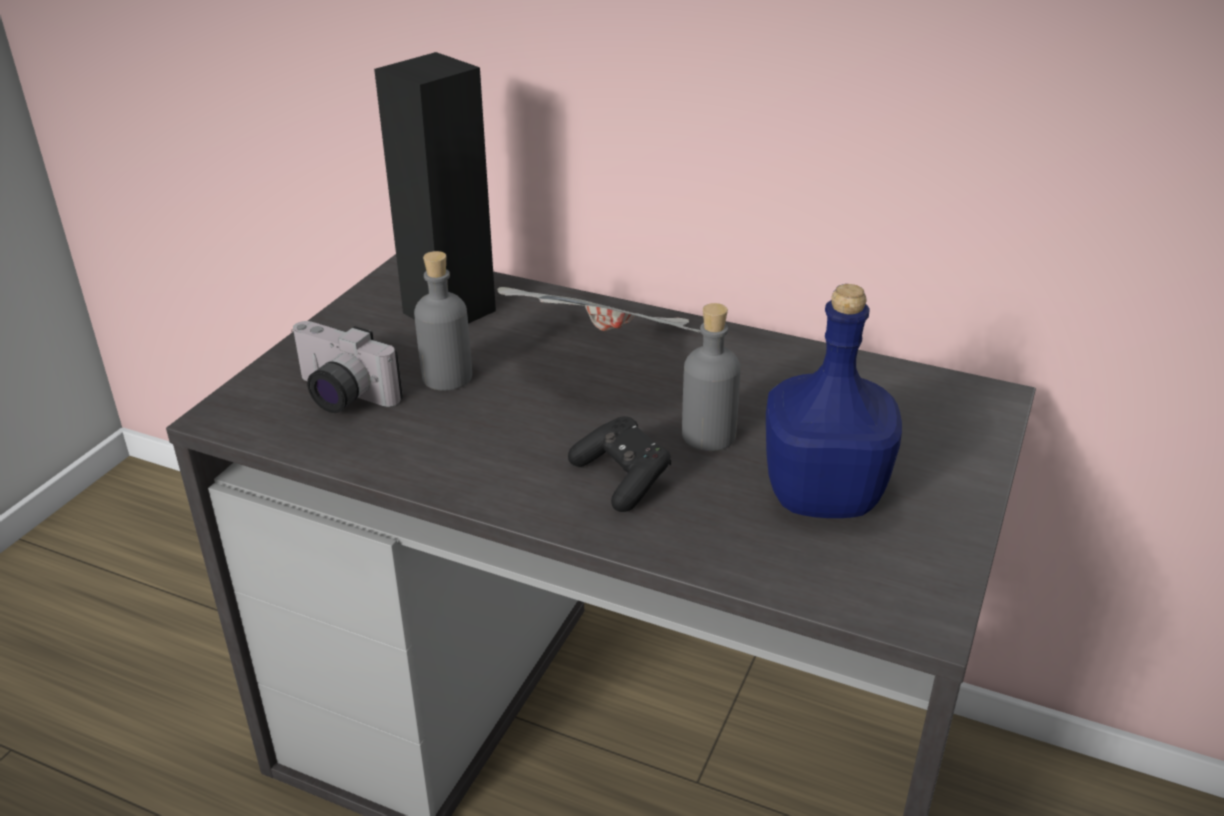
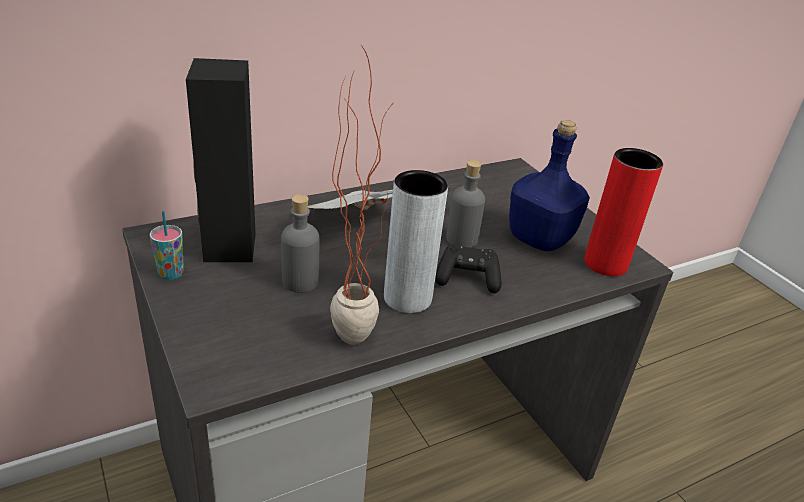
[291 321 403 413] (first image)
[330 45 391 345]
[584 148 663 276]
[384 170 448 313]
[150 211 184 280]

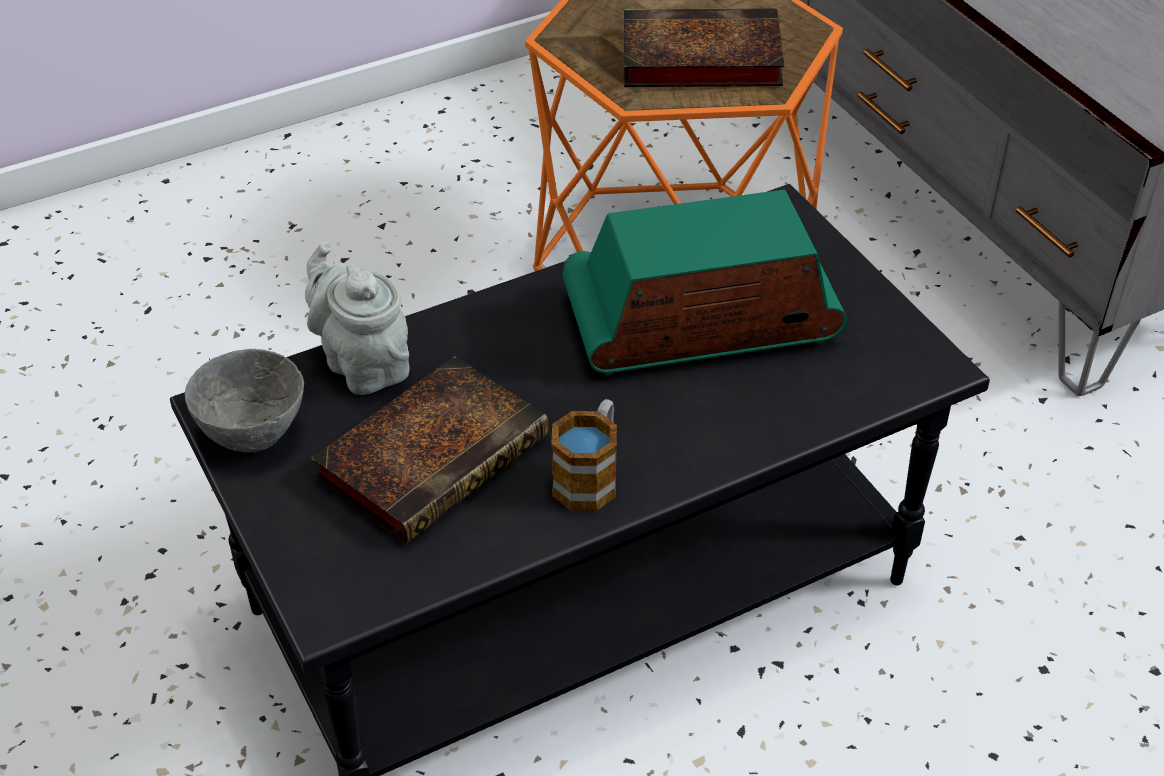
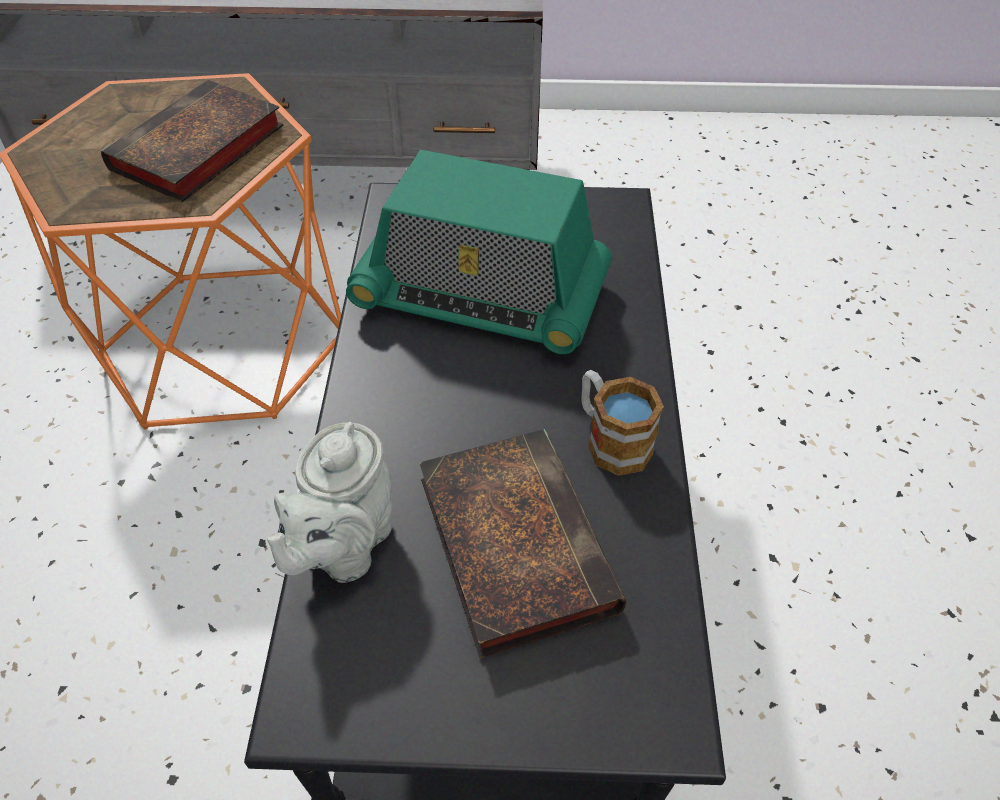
[346 150 612 354]
[267 422 392 583]
[184 349 304 453] (first image)

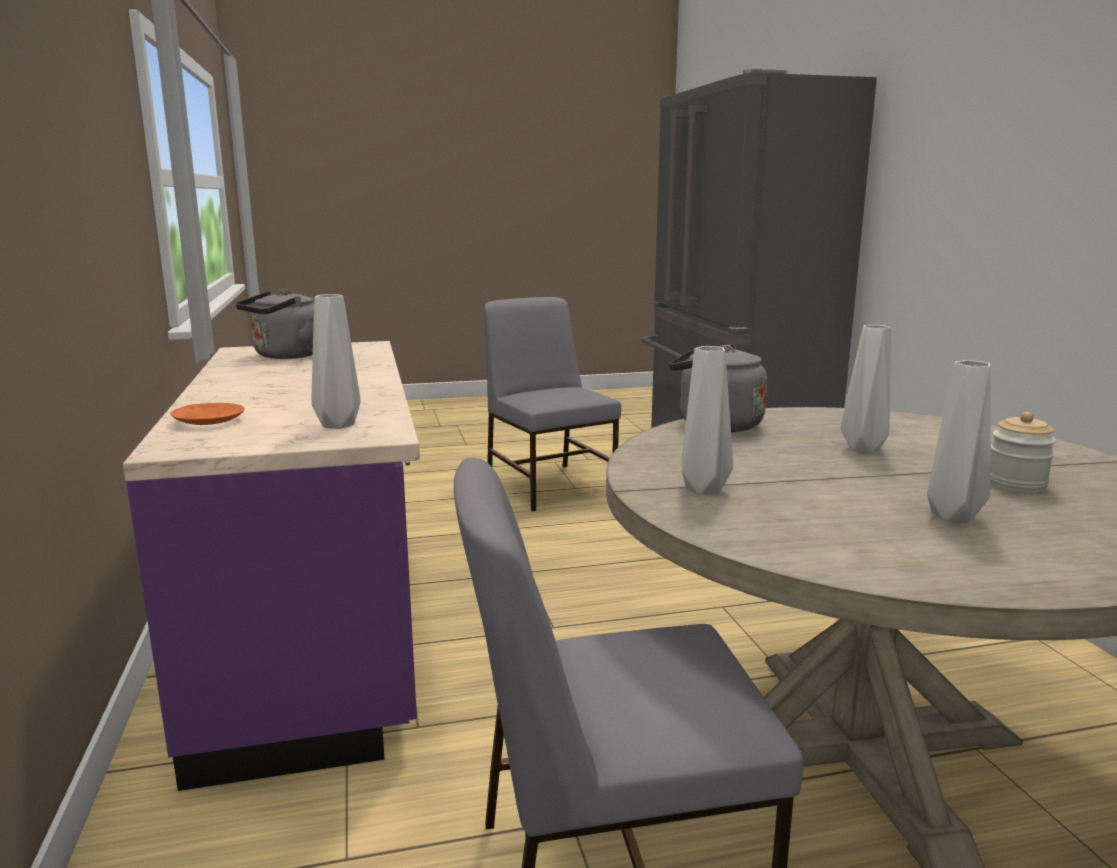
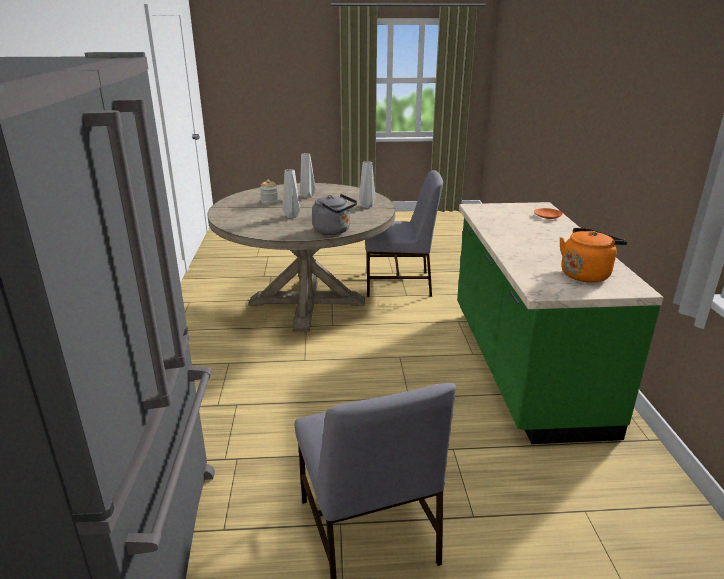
[560 228 628 283]
[312 294 361 429] (first image)
[457 202 664 444]

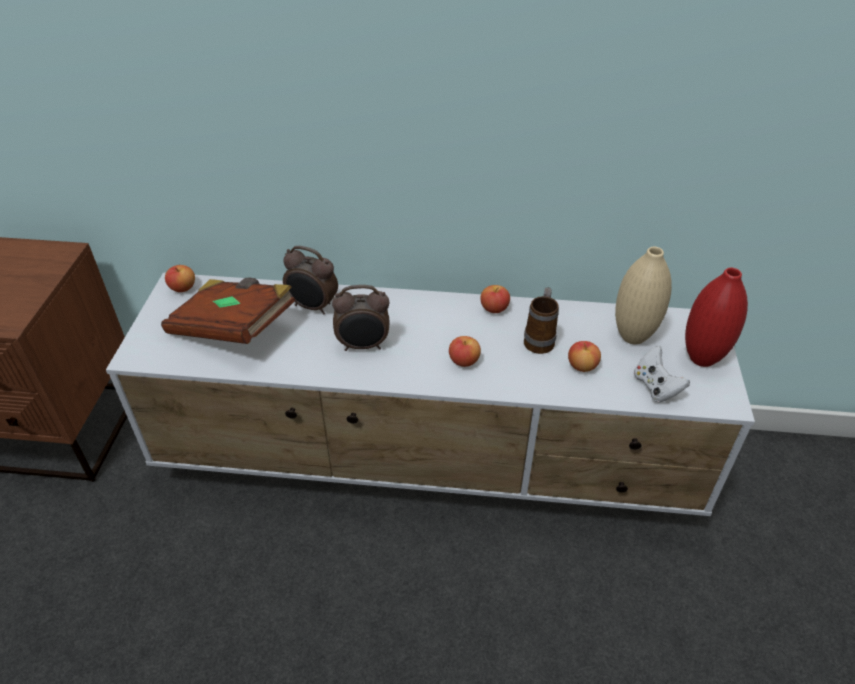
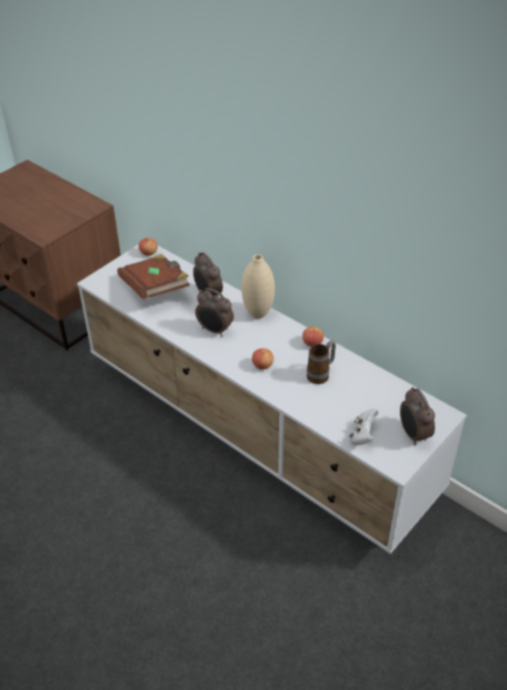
[242 254 275 319]
[400 387 435 445]
[568 341 601 372] (first image)

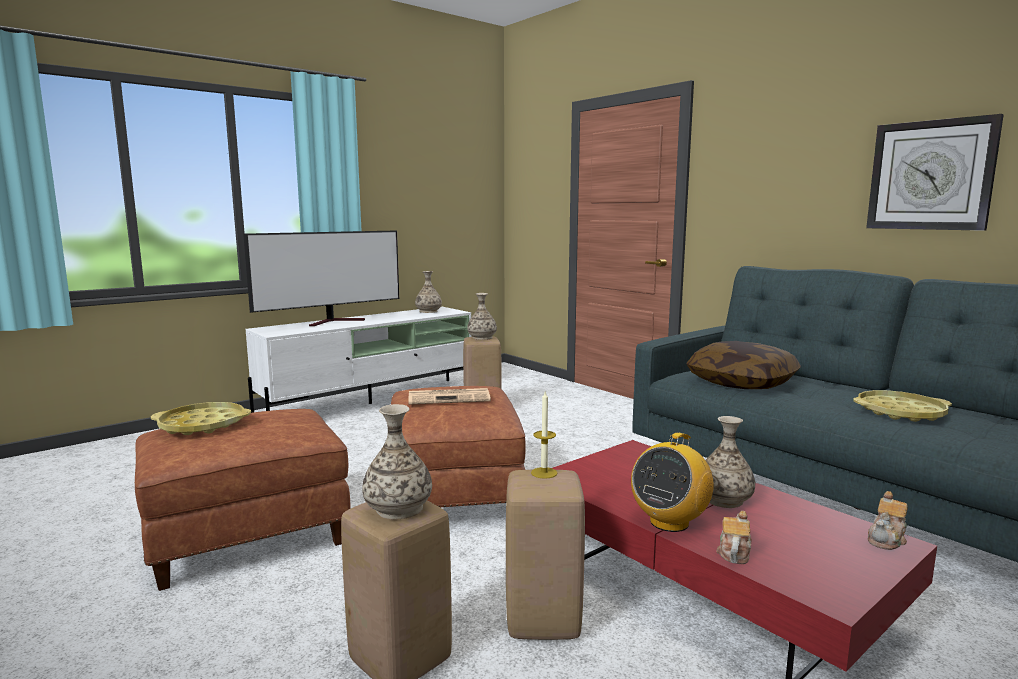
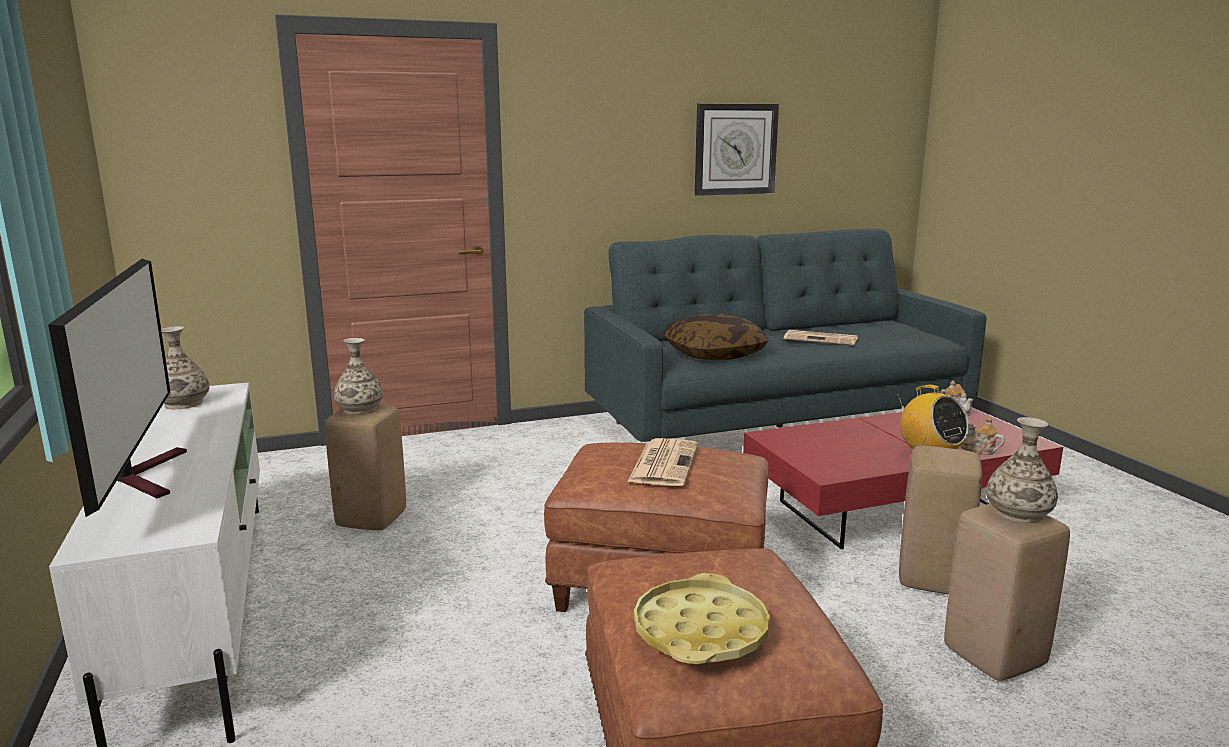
[784 330 858 346]
[531 392 557 479] (first image)
[706 416 755 508] (first image)

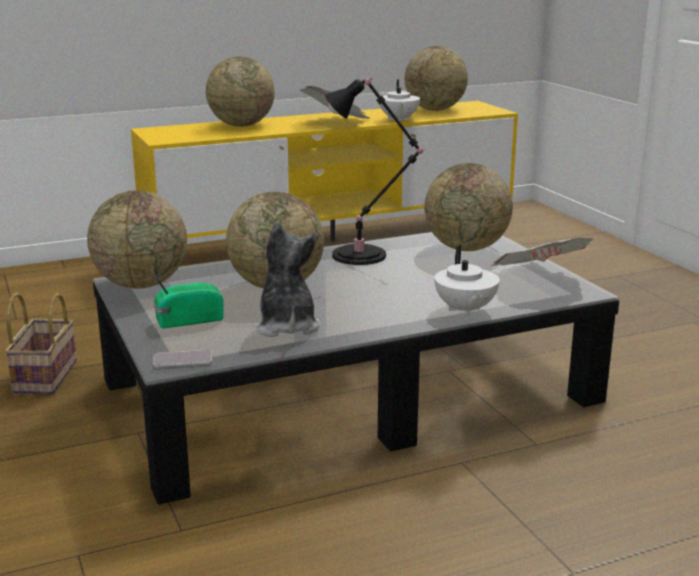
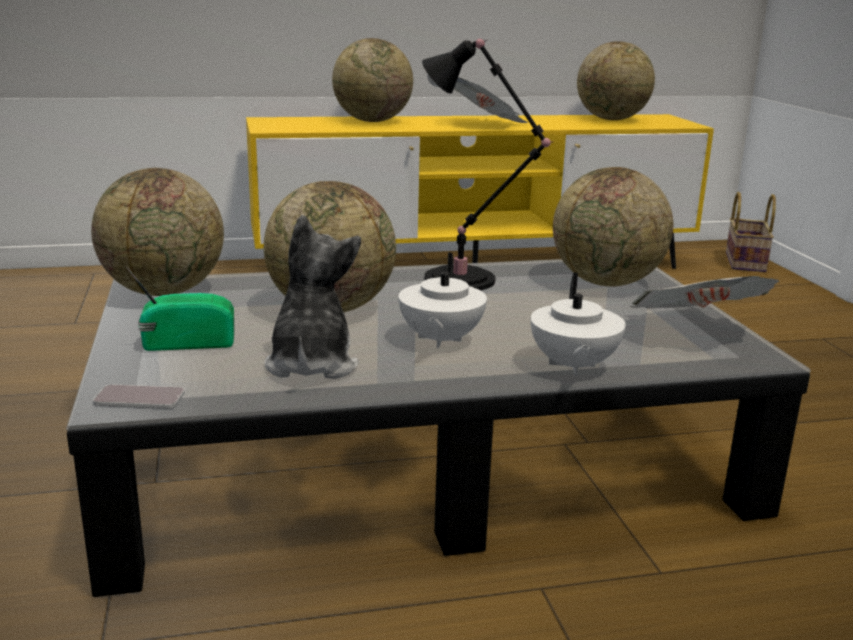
[398 253 487 349]
[726 192 776 272]

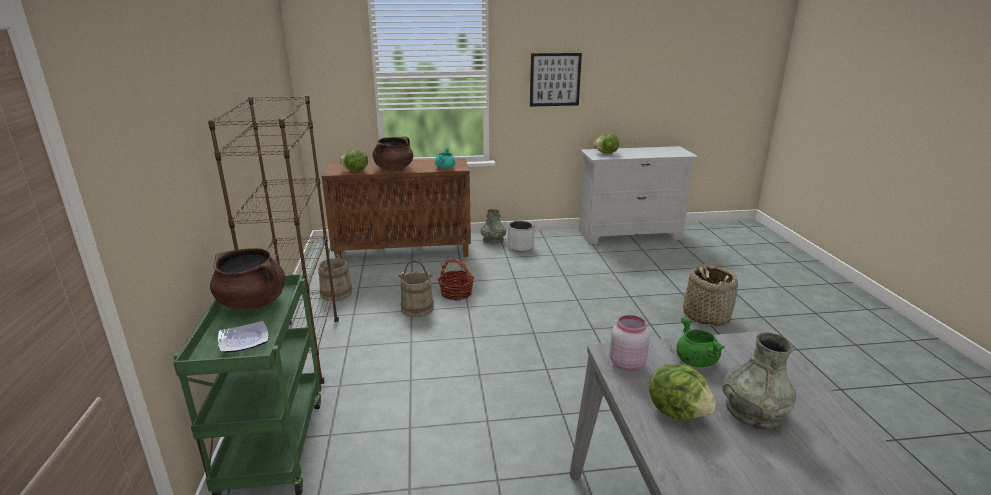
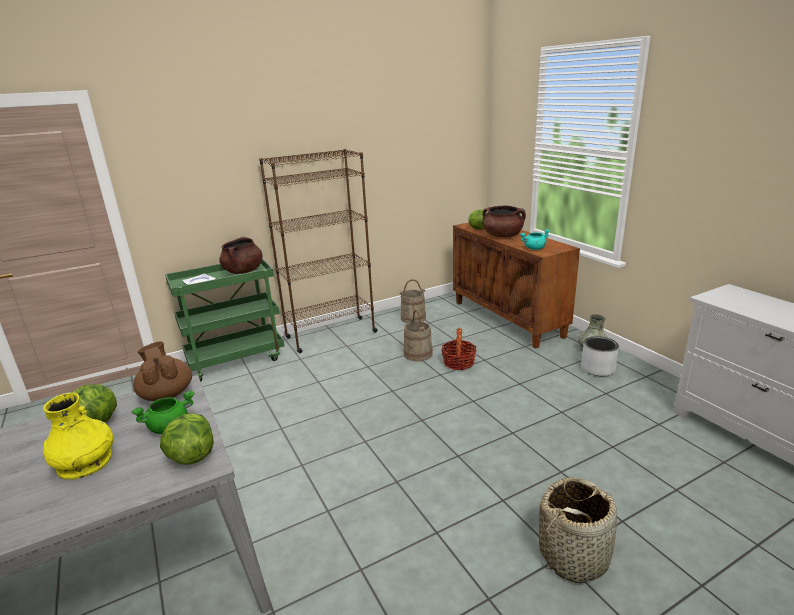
[530 53 582 107] (first image)
[160 413 214 465]
[133 341 192 401]
[43 393 114 479]

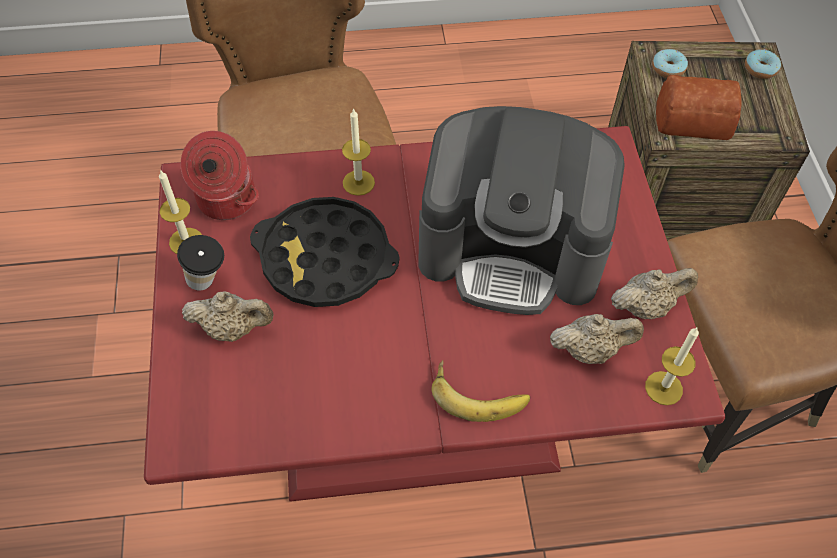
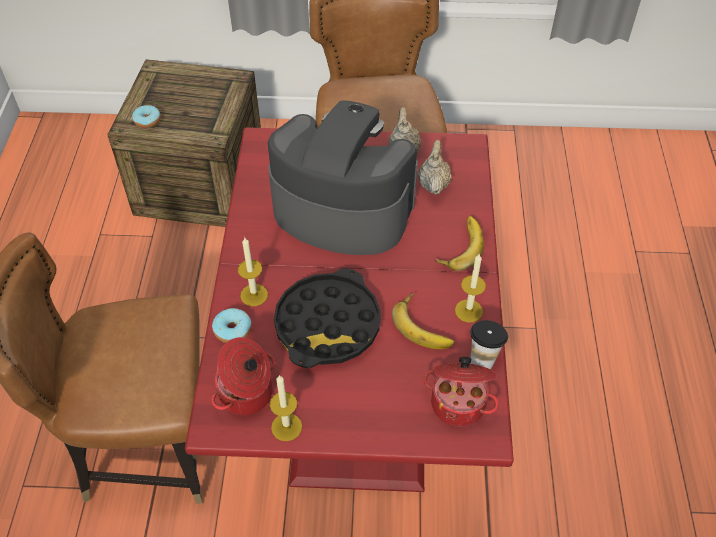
[212 308 251 343]
[656 75 742 140] (first image)
[268 101 418 255]
[470 320 508 369]
[182 291 274 342] (first image)
[455 254 486 323]
[392 293 455 349]
[424 357 499 427]

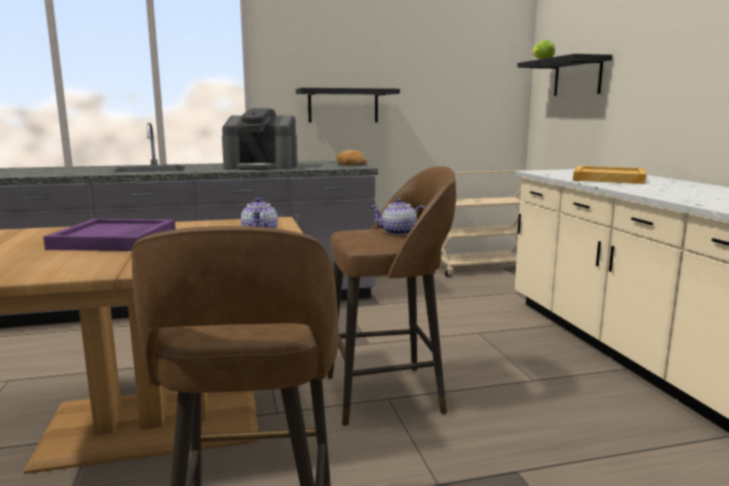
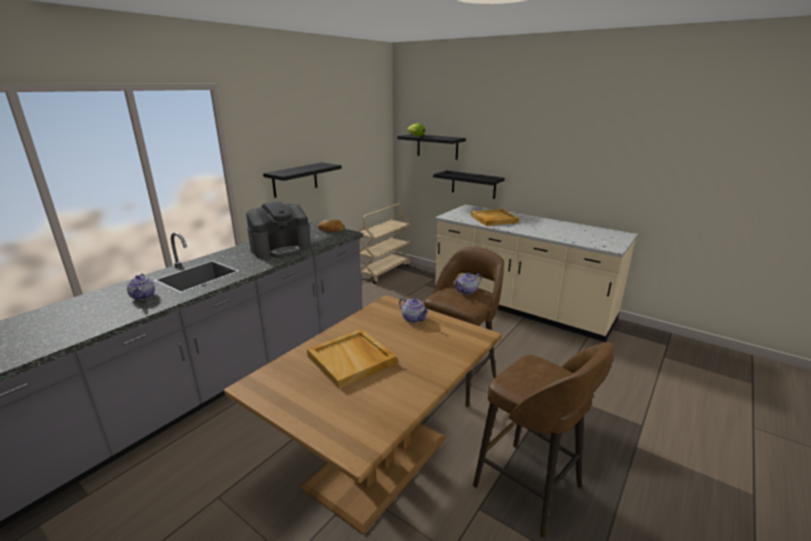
[307 329 397 389]
[433 170 505 199]
[127 274 155 300]

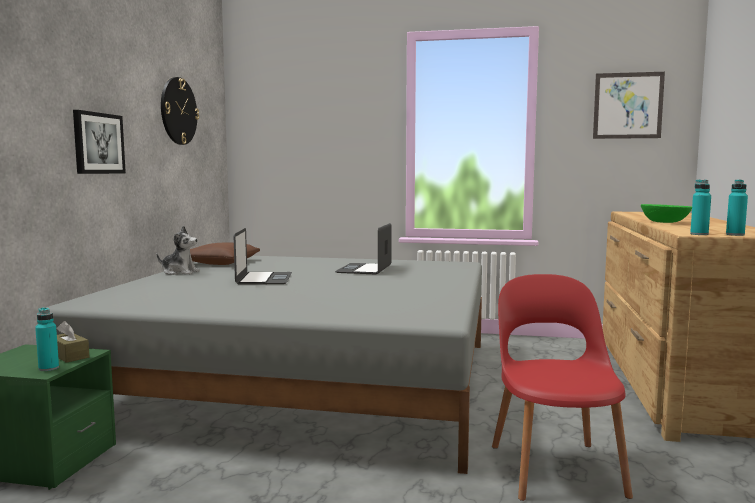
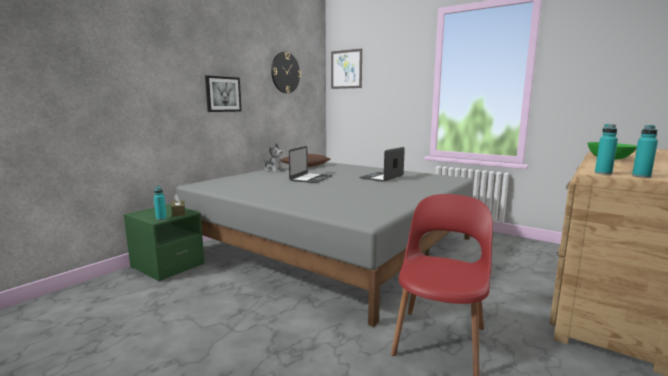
[331 49 362 89]

